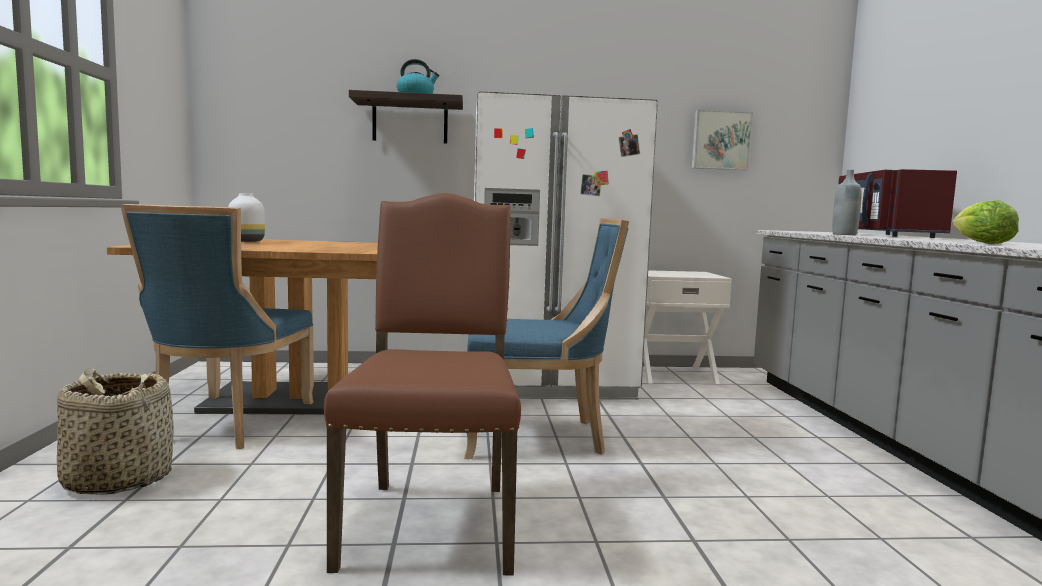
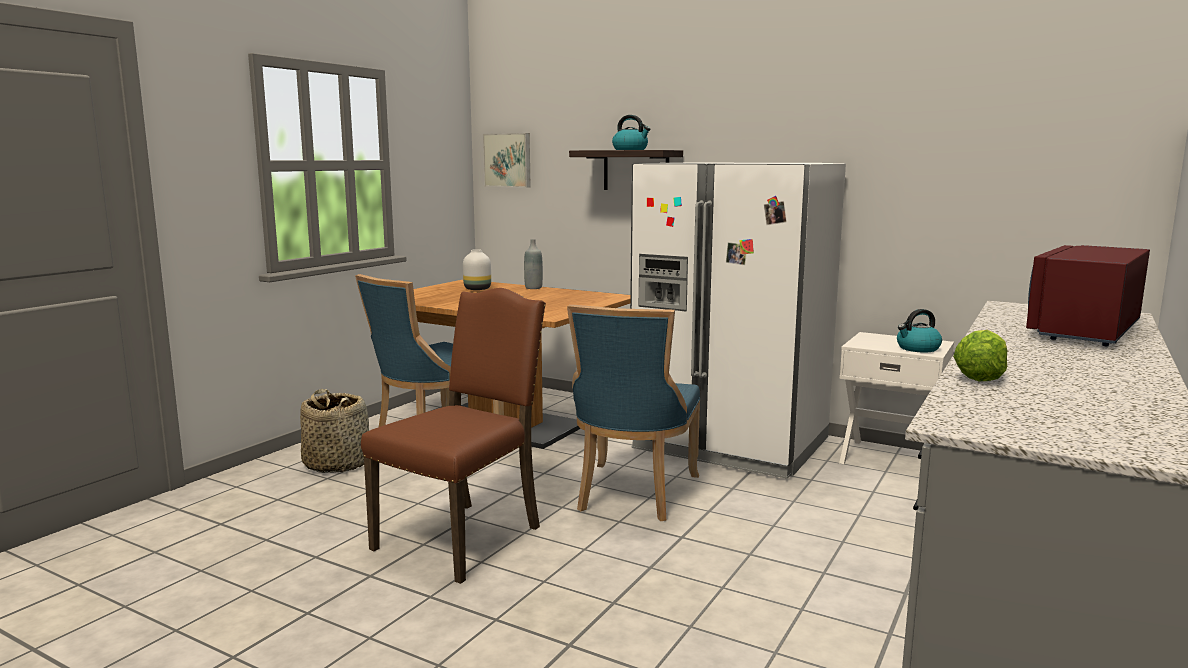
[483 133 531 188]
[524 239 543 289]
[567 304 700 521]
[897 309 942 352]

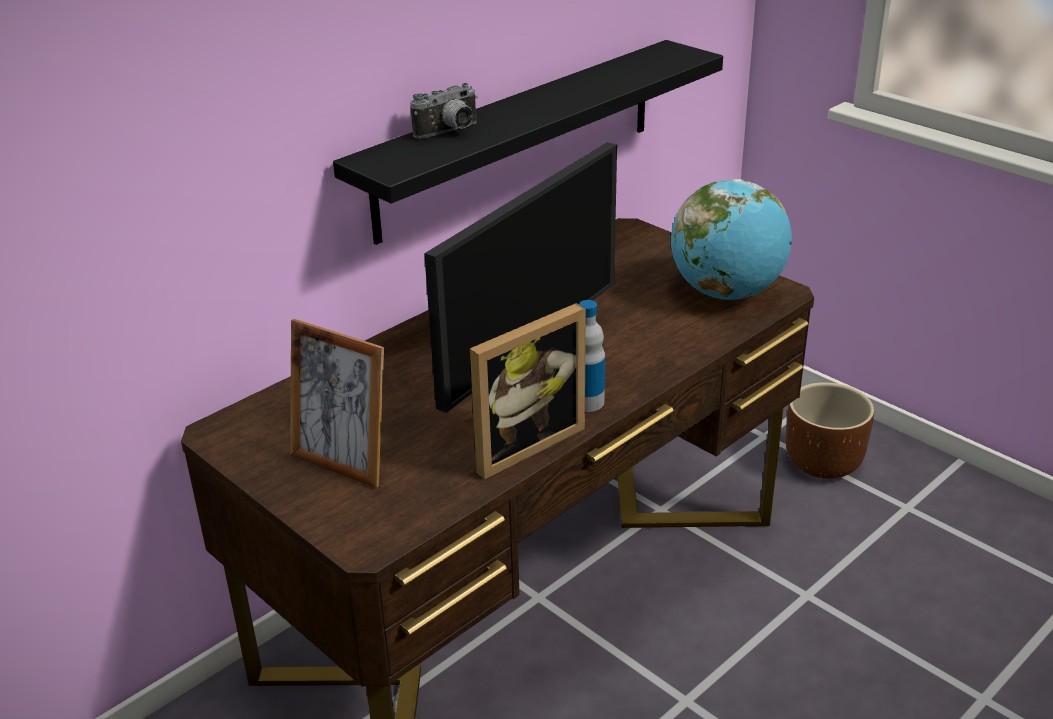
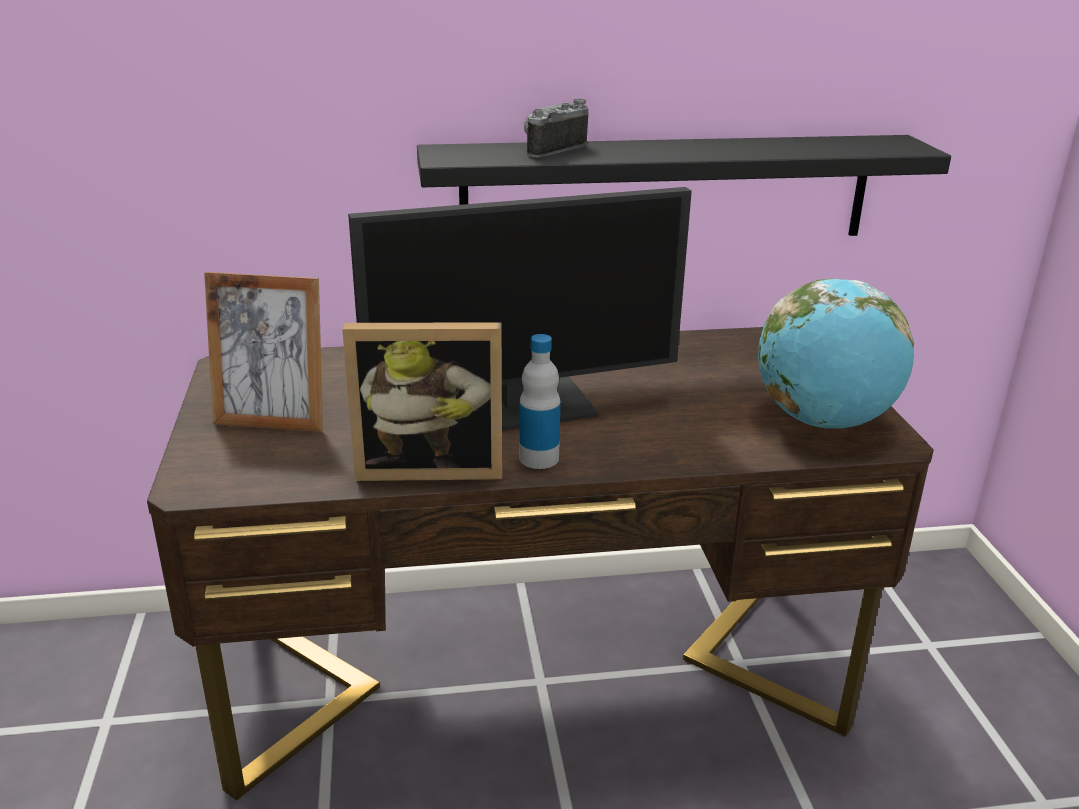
[524 99 589 158]
[204 272 323 432]
[786 382 874 479] (first image)

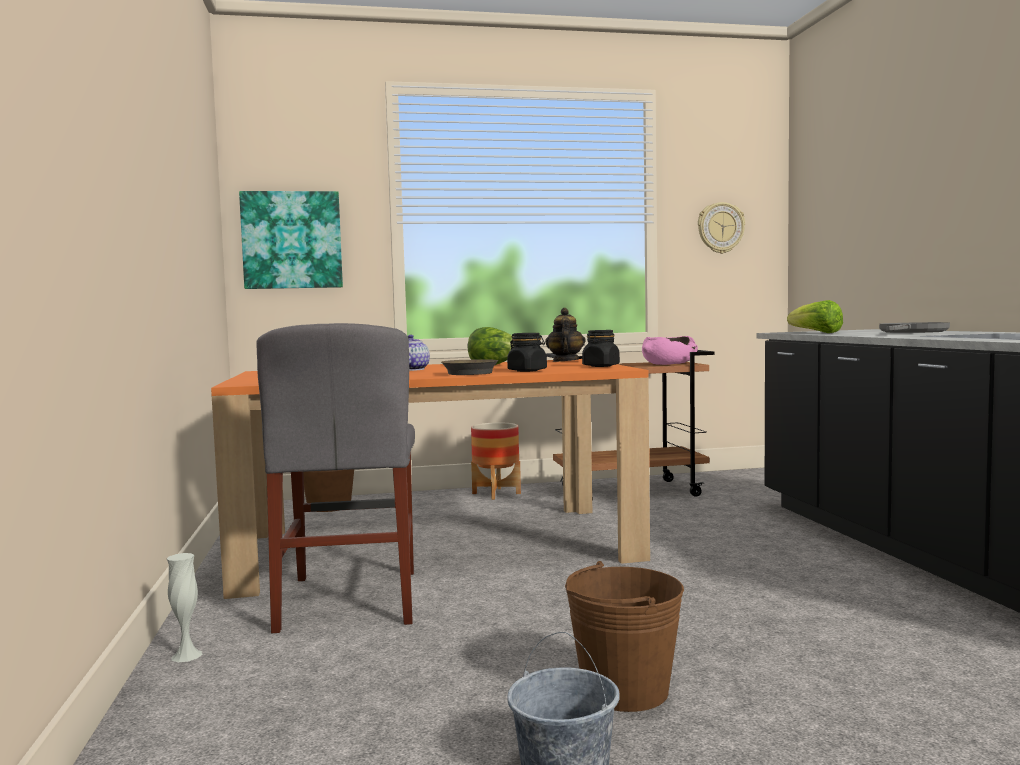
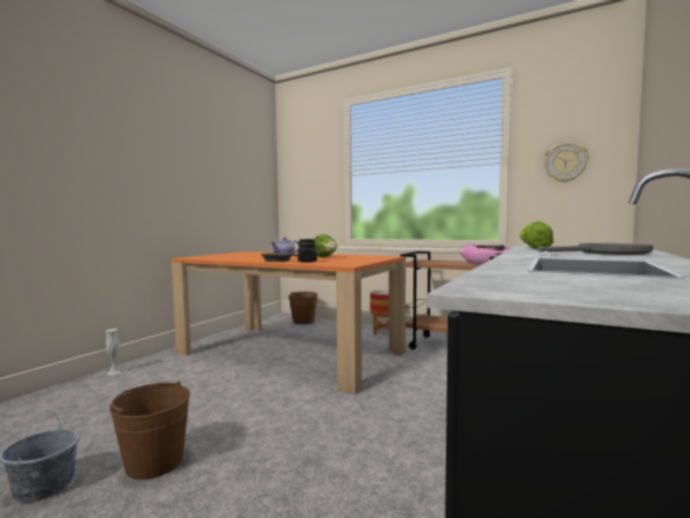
[239 191 343 289] (first image)
[545 308 586 362] (first image)
[256 323 415 633] (first image)
[582 330 620 367] (first image)

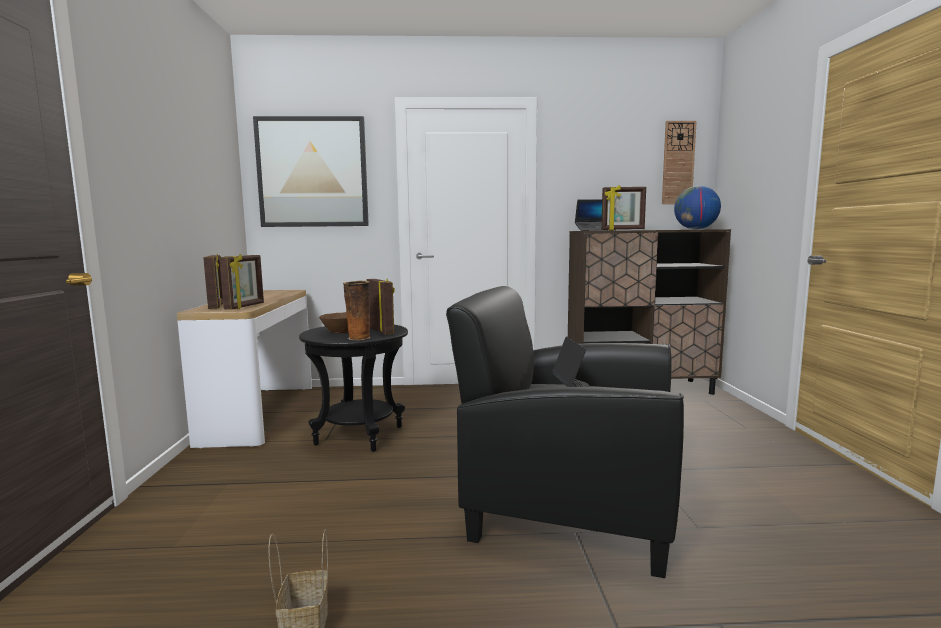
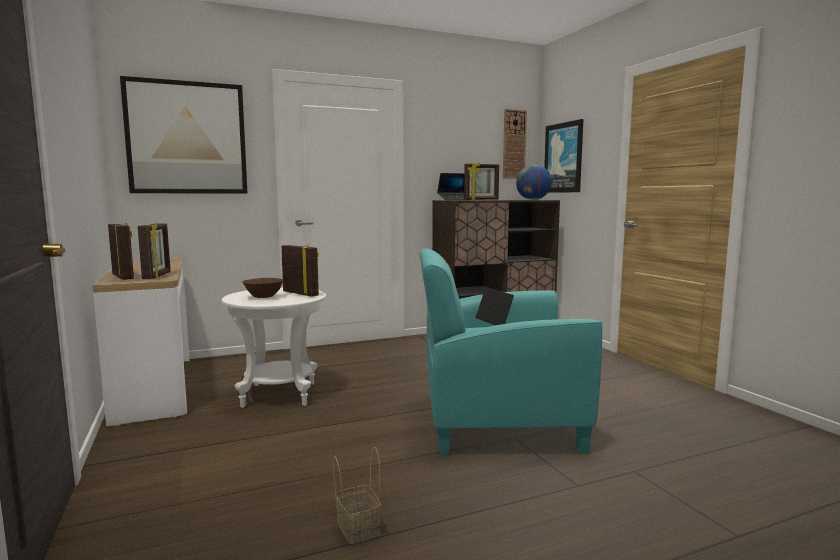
[343 280 371 340] (first image)
[419 248 602 455]
[222 288 326 408]
[544 119 583 193]

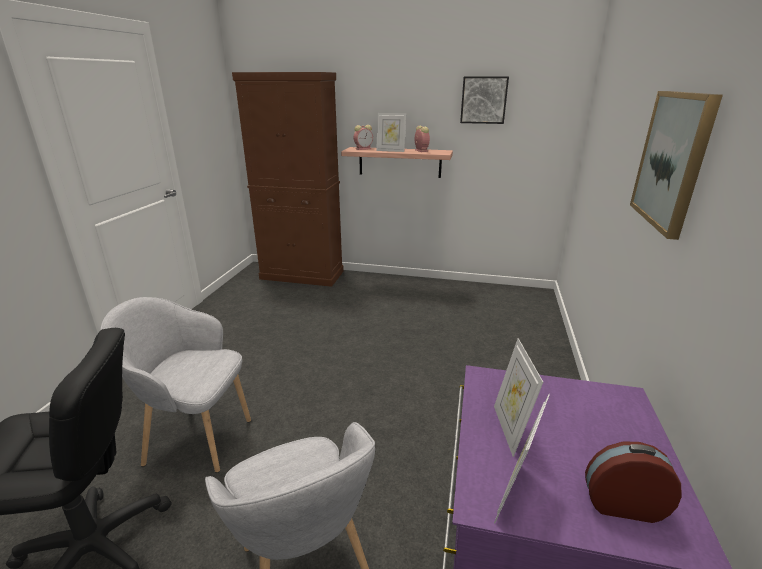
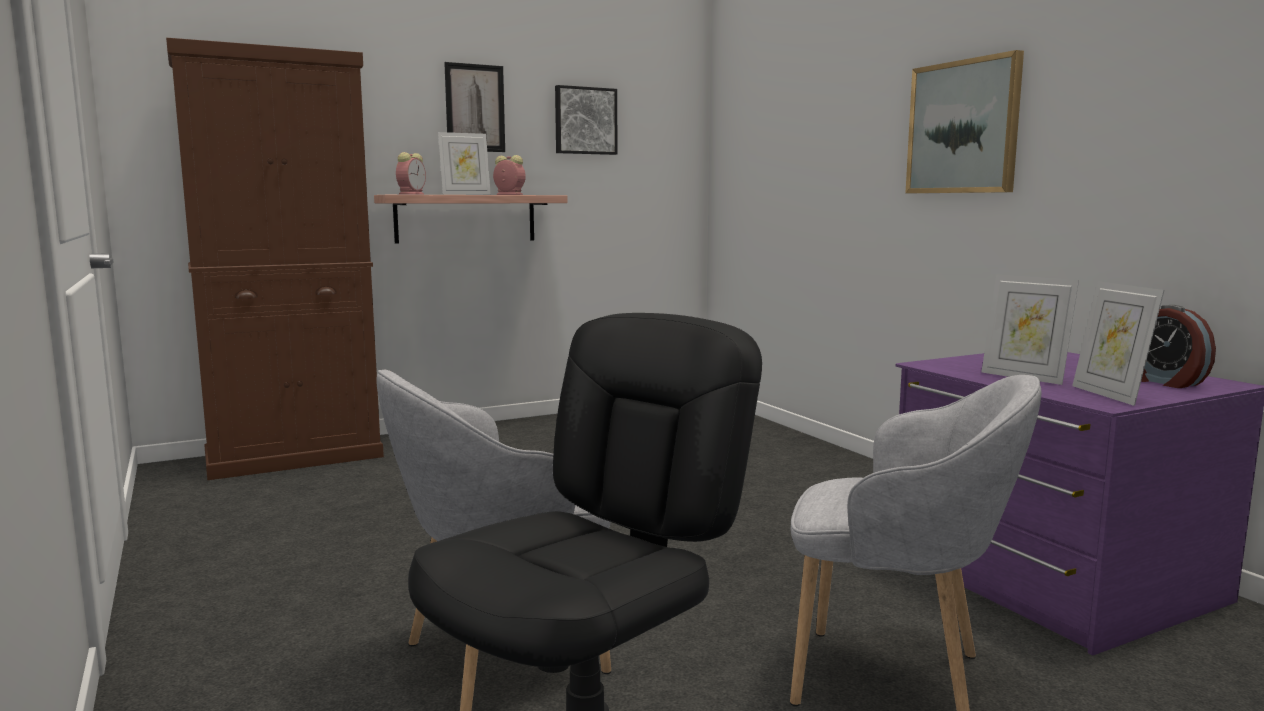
[1141 305 1216 388]
[444 62 505 152]

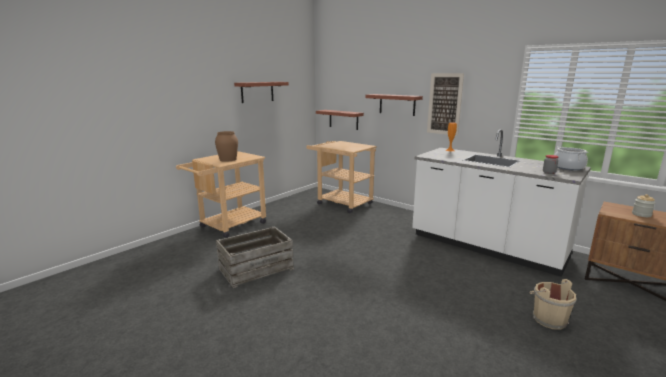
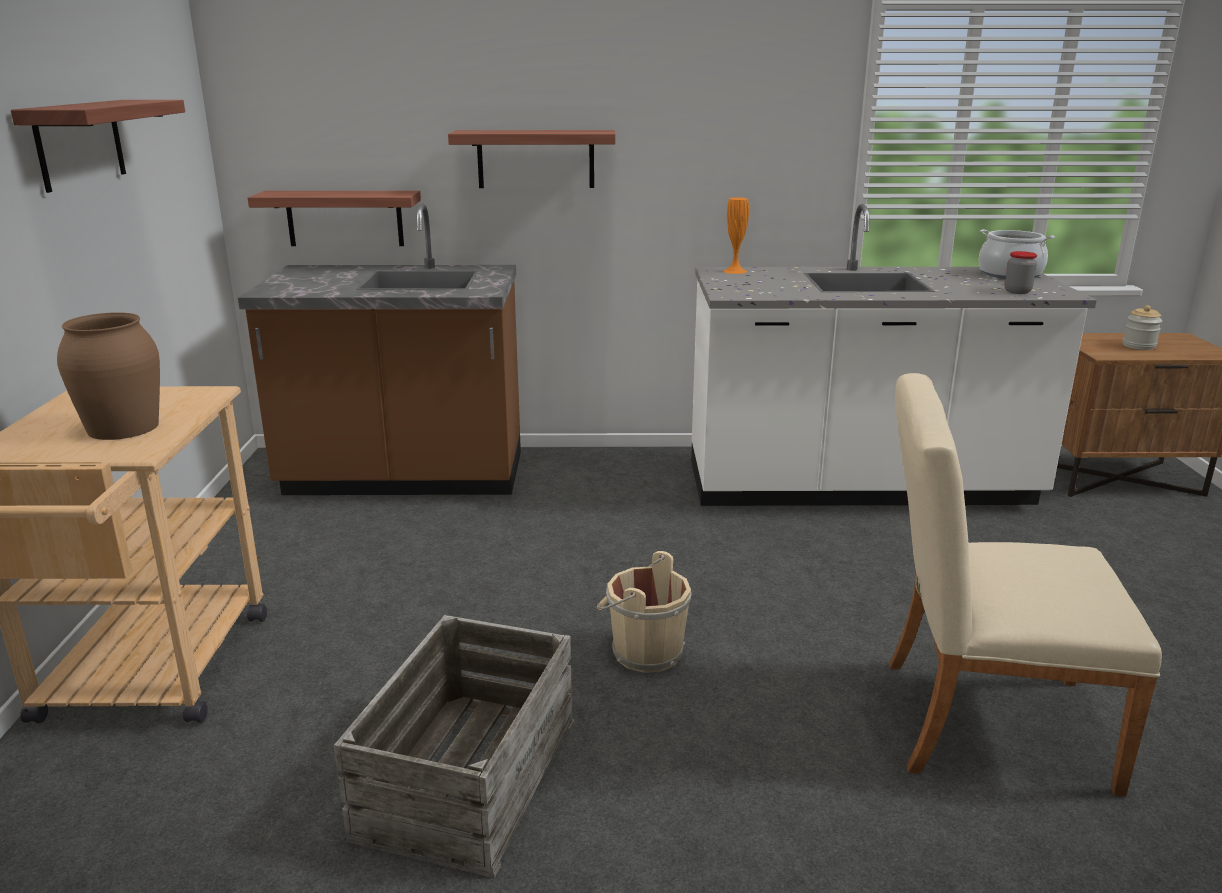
[427 73 464 136] (first image)
[238 204 521 495]
[597 551 691 673]
[889 373 1162 797]

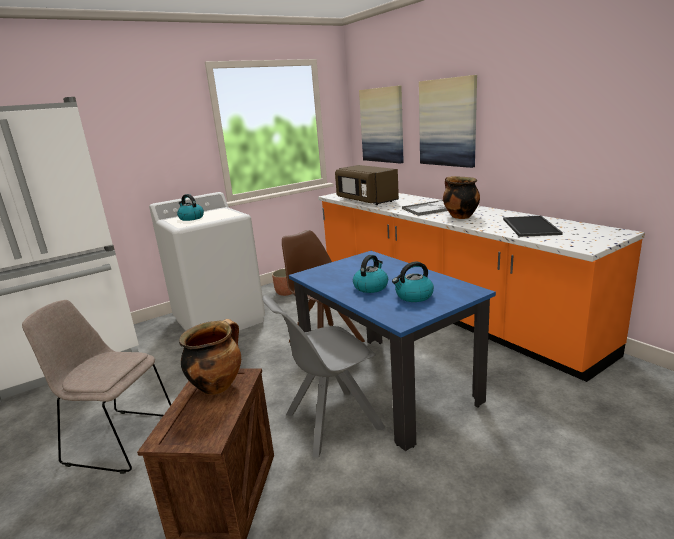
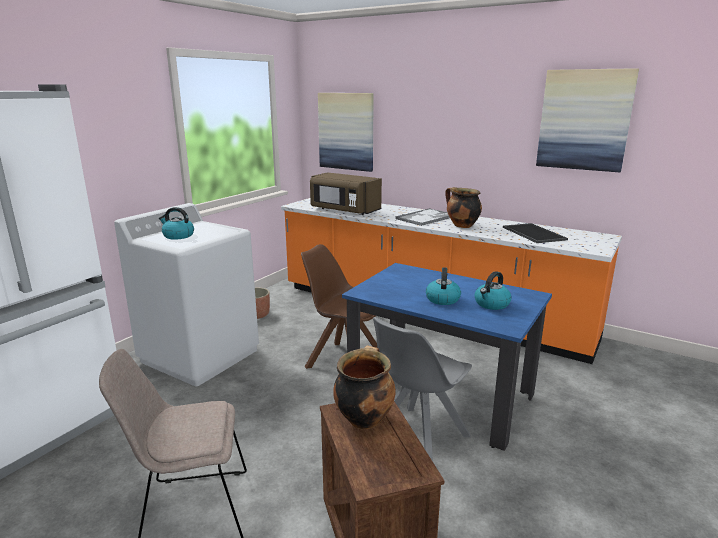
[536 68 639 172]

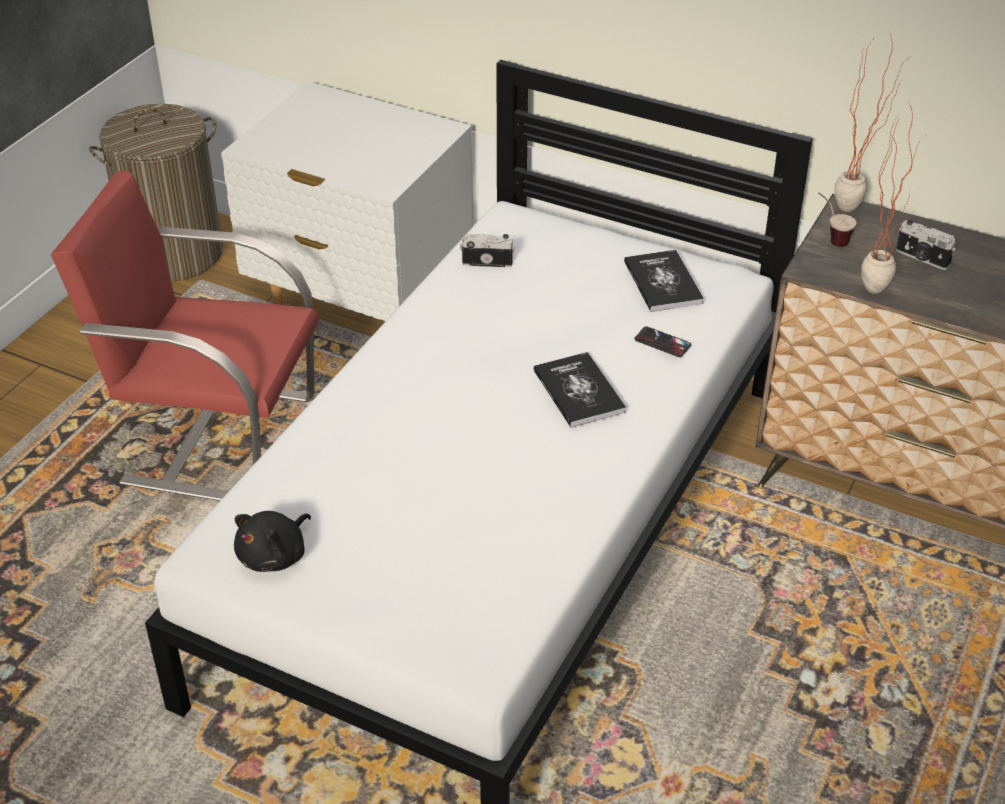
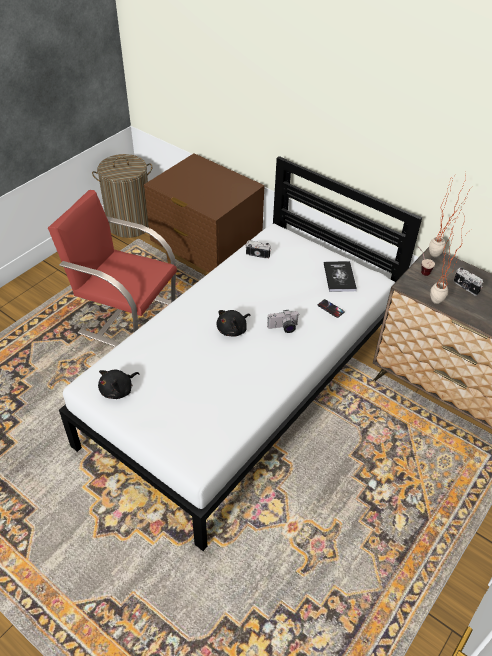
[144 153 265 273]
[267 310 299 333]
[217 310 251 337]

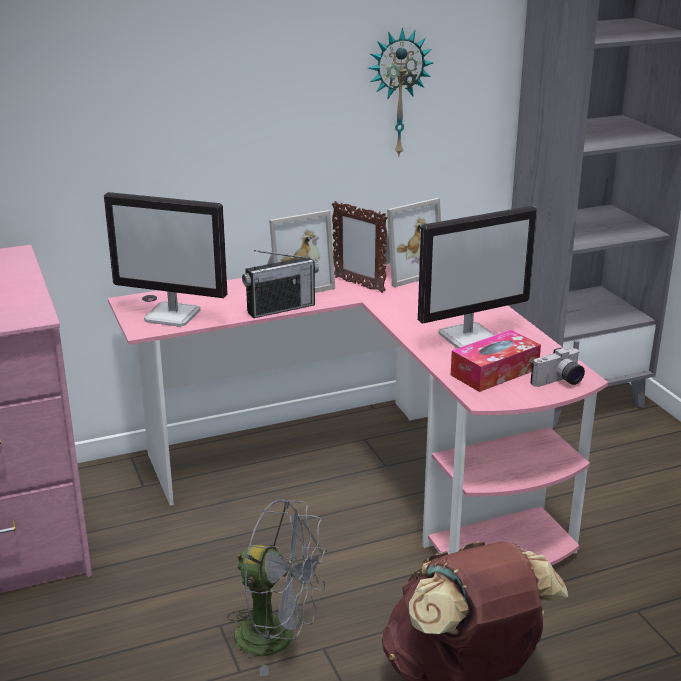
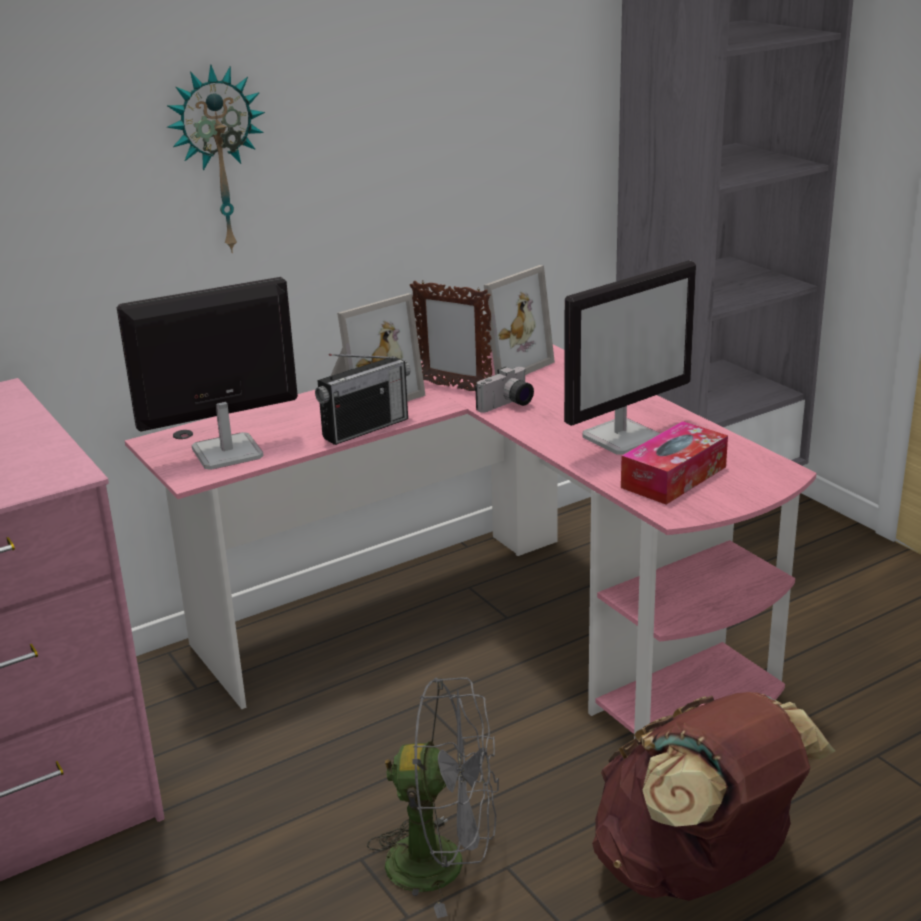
[167 64 265 253]
[117 277 298 470]
[475 367 534 413]

